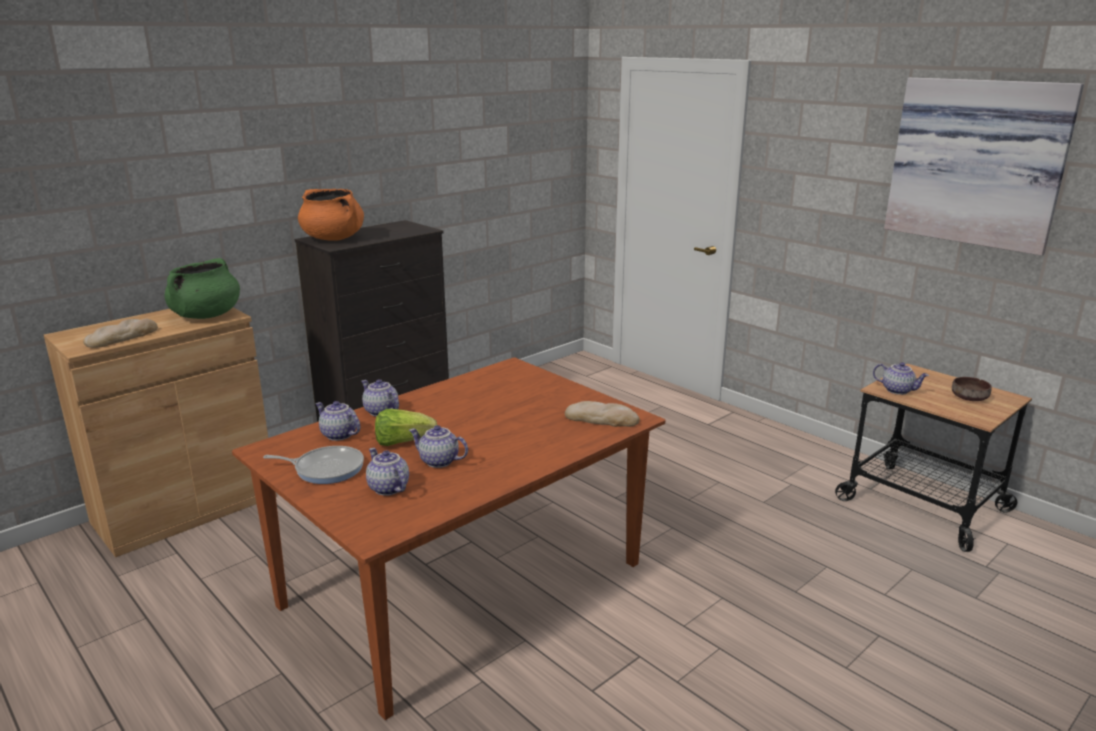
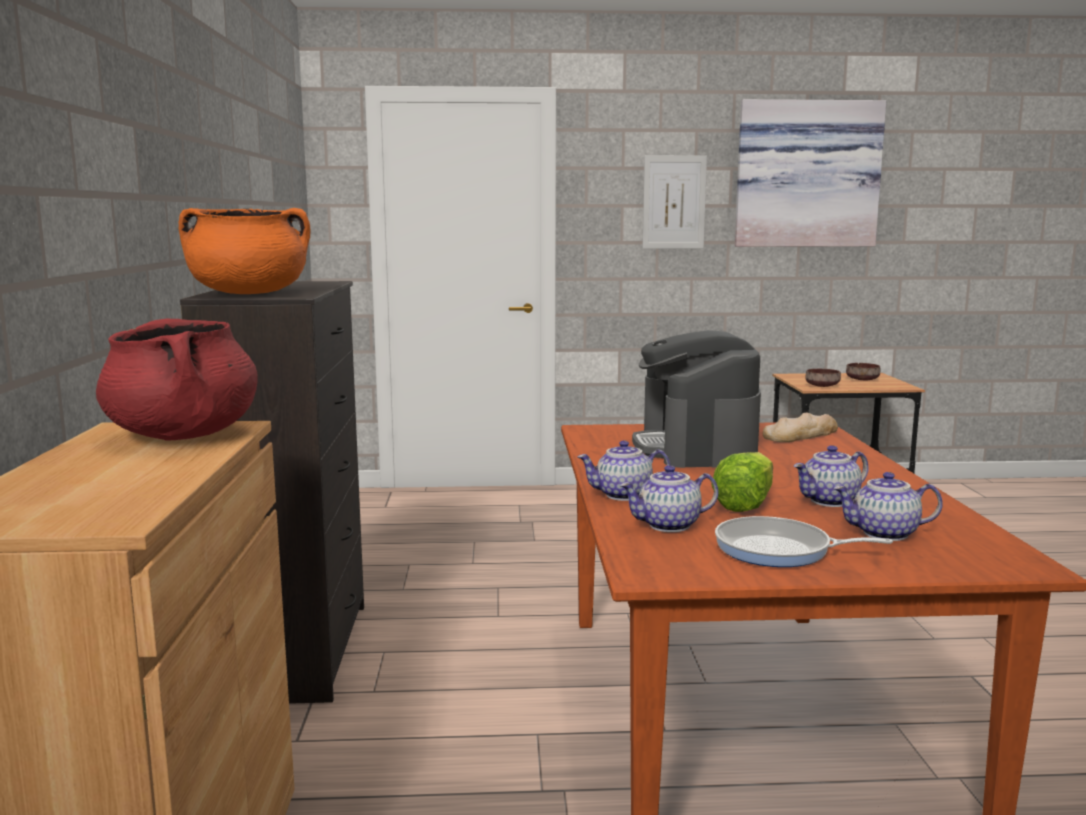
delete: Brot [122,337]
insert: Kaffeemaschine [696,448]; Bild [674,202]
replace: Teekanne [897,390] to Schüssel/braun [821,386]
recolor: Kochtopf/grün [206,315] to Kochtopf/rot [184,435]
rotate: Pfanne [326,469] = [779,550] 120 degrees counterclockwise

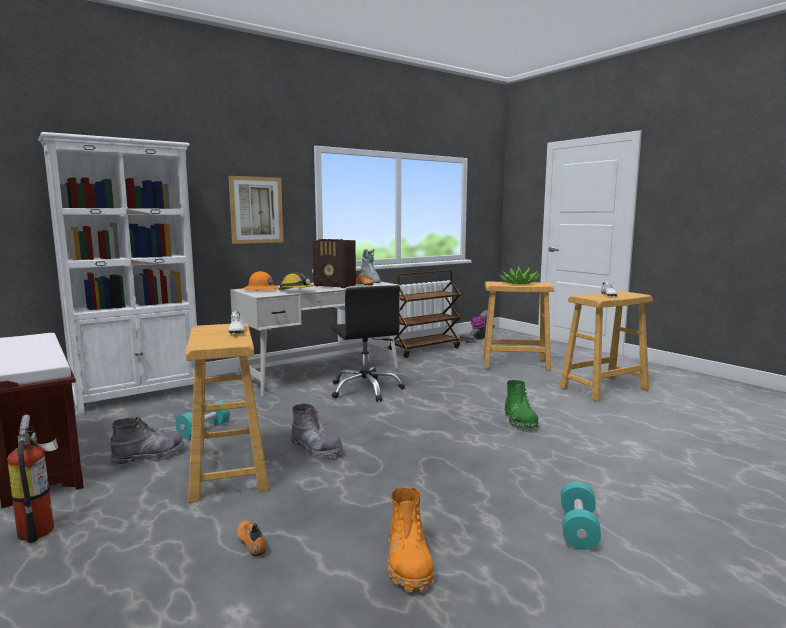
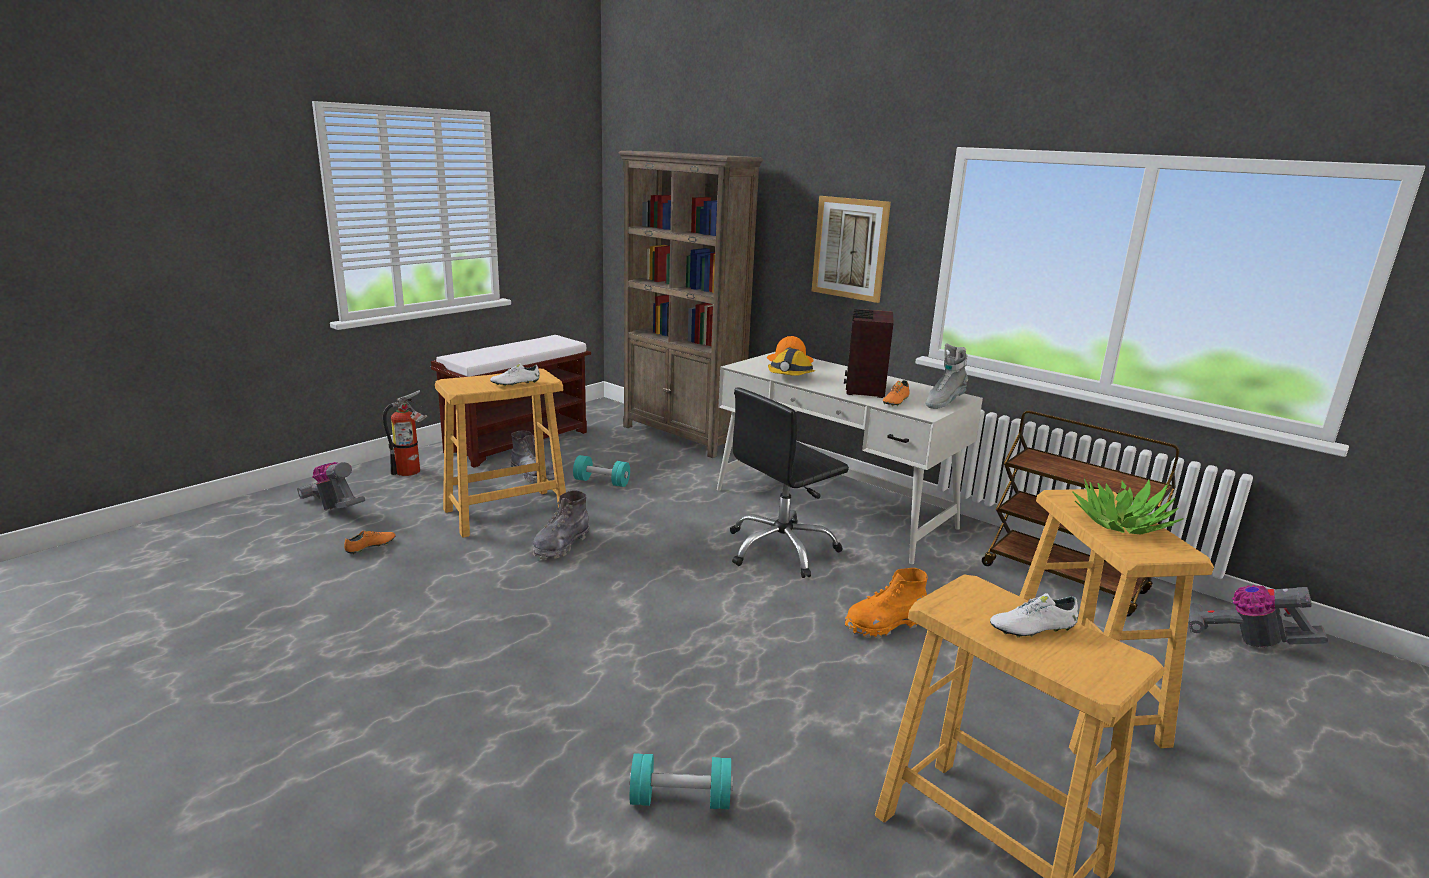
delete: Stiefel/grün [520,421]
insert: Staubsauger [335,508]
move: Hantel/türkis [578,529] to [680,799]; Stiefel/orange [409,563] to [884,625]
recolor: Bücherregal/weiß [139,396] to Bücherregal/braun [682,436]

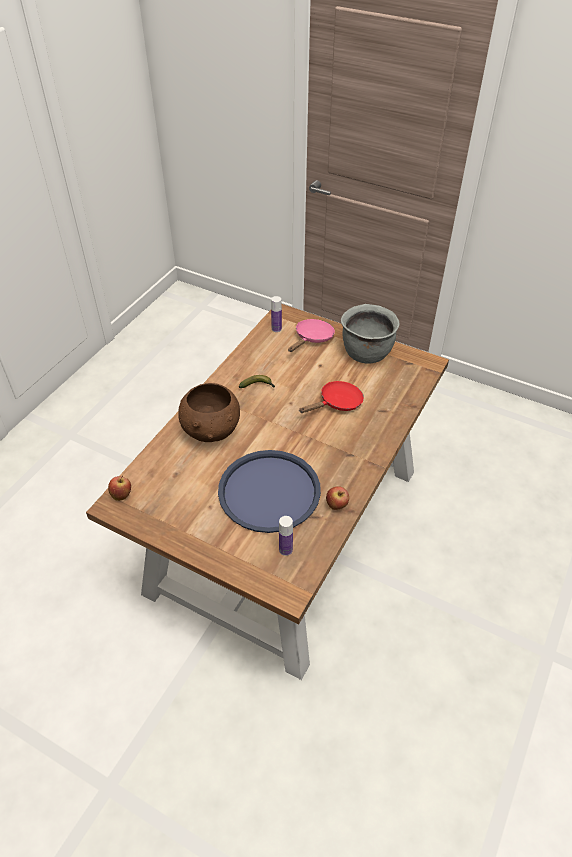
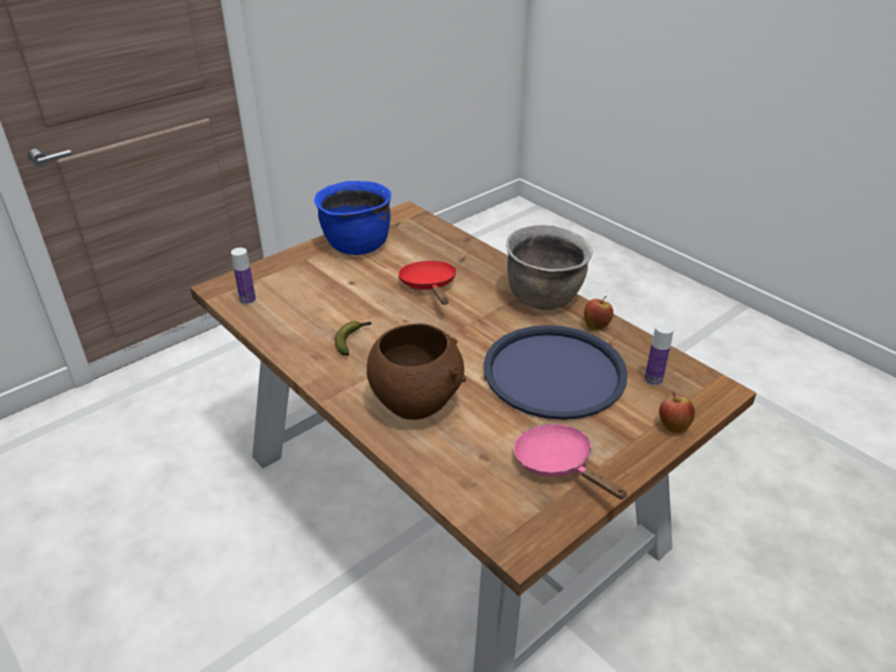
insert: Kochtopf/braun [544,298]
move: Pfanne/rosa [312,338] to [558,464]; Apfel [122,495] to [673,426]
recolor: Kochtopf/grau [366,353] to Kochtopf/blau [356,245]

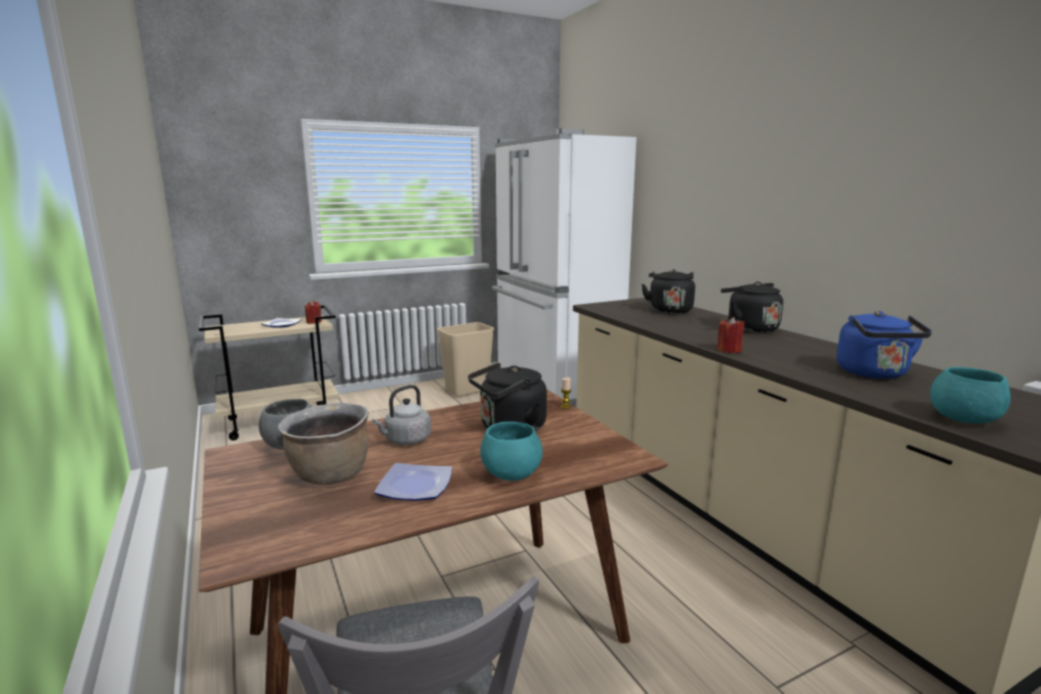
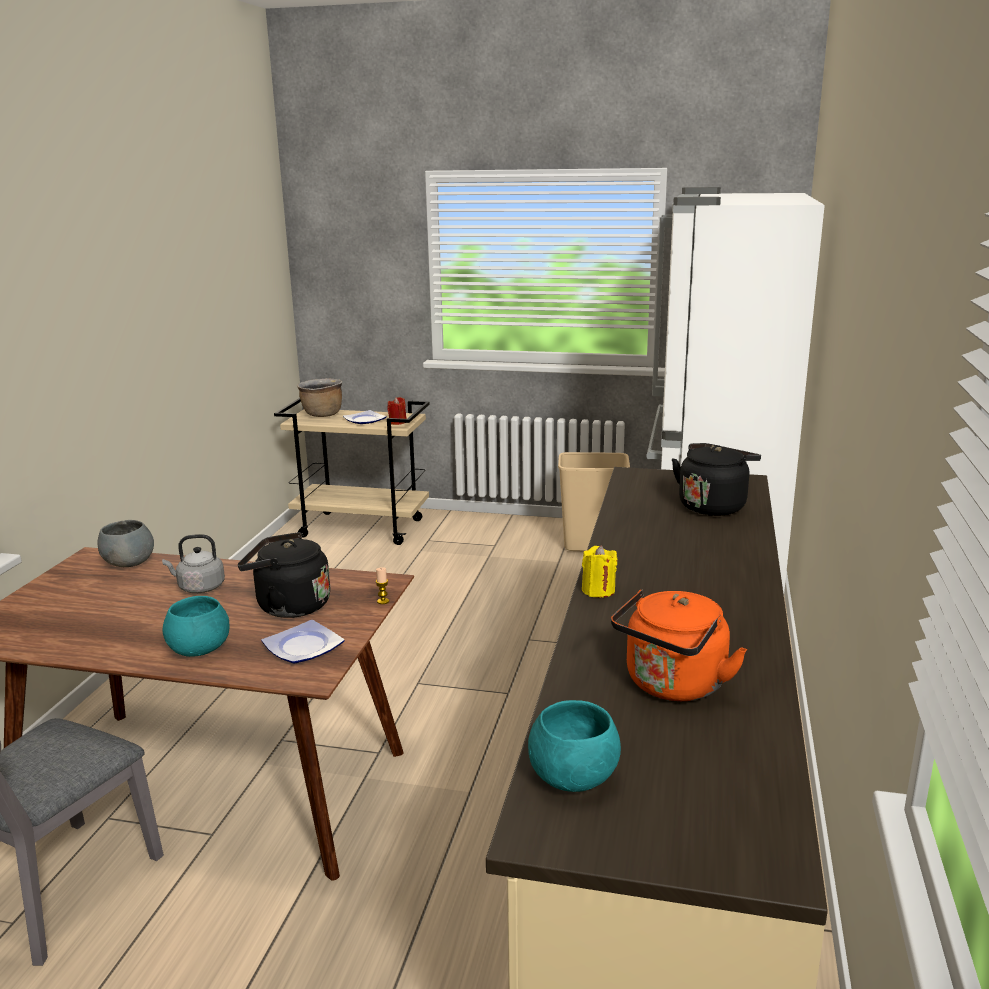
delete: Wasserkessel/schwarz [749,328]
move: Teller [414,486] to [304,646]; Kochtopf/braun [330,476] to [322,415]
recolor: Kerze/rot [729,350] to Kerze/gelb [598,590]; Wasserkessel/blau [874,374] to Wasserkessel/orange [672,686]

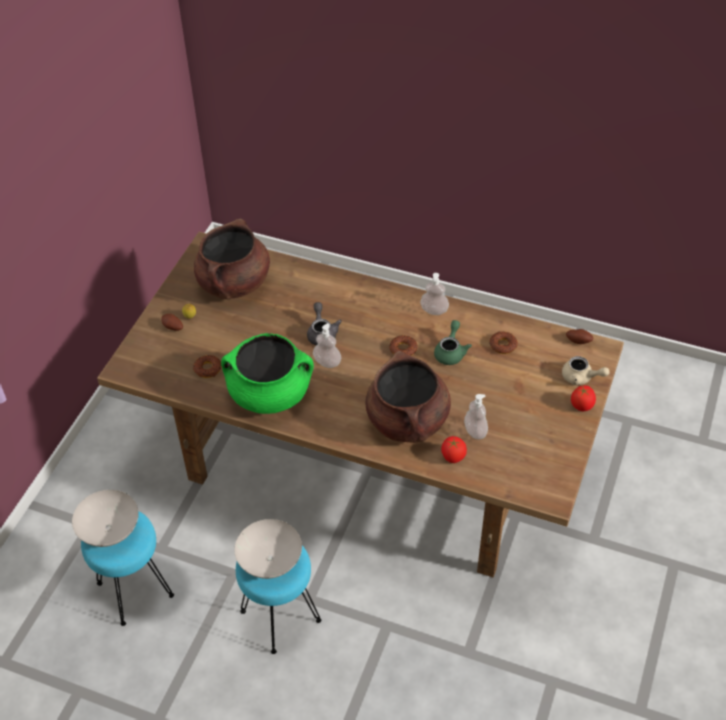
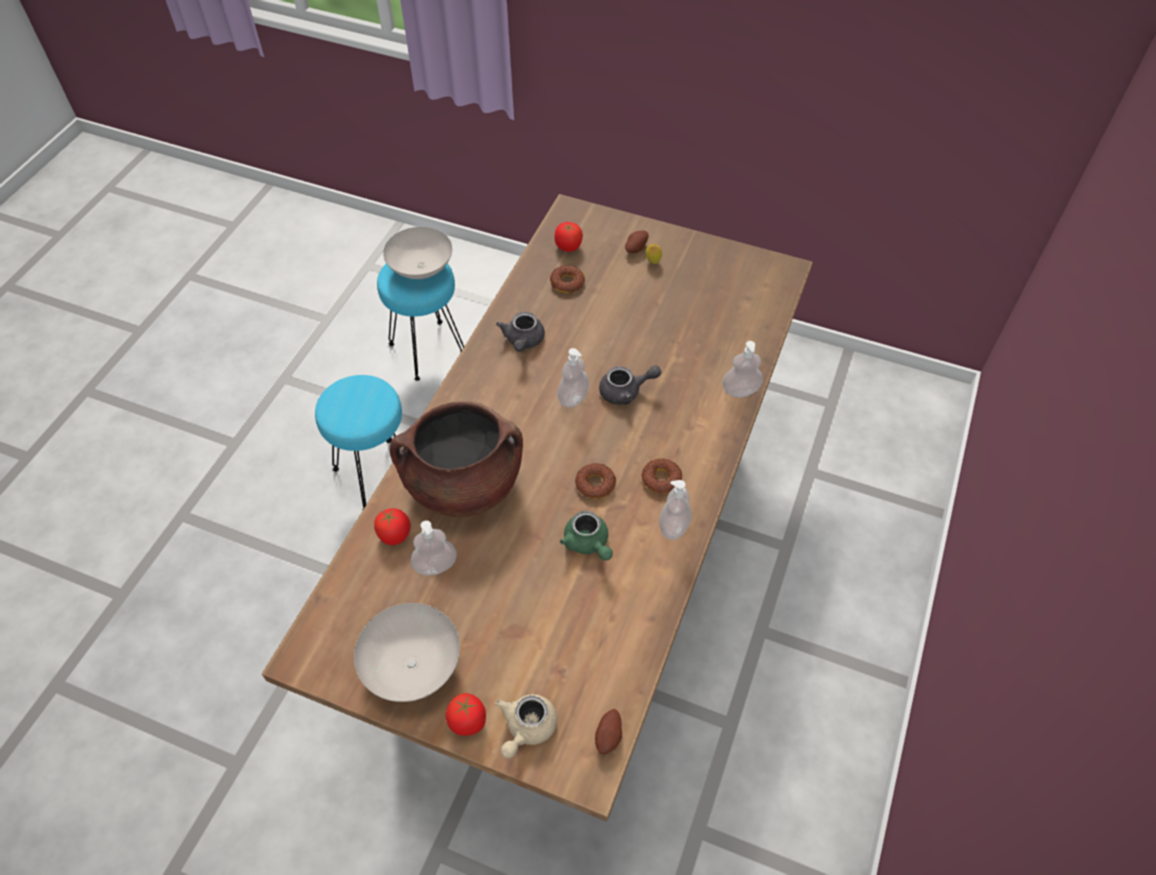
delete: Kochtopf/braun [234,283]
insert: Tomate [568,247]; Seifenspender [740,390]
move: Schüssel/weiß [270,559] to [414,666]; Donut [503,345] to [661,479]
replace: Kochtopf/grün [270,394] to Teekanne/grau [523,341]
rotate: Teekanne/grün [451,352] = [588,544] 45 degrees clockwise

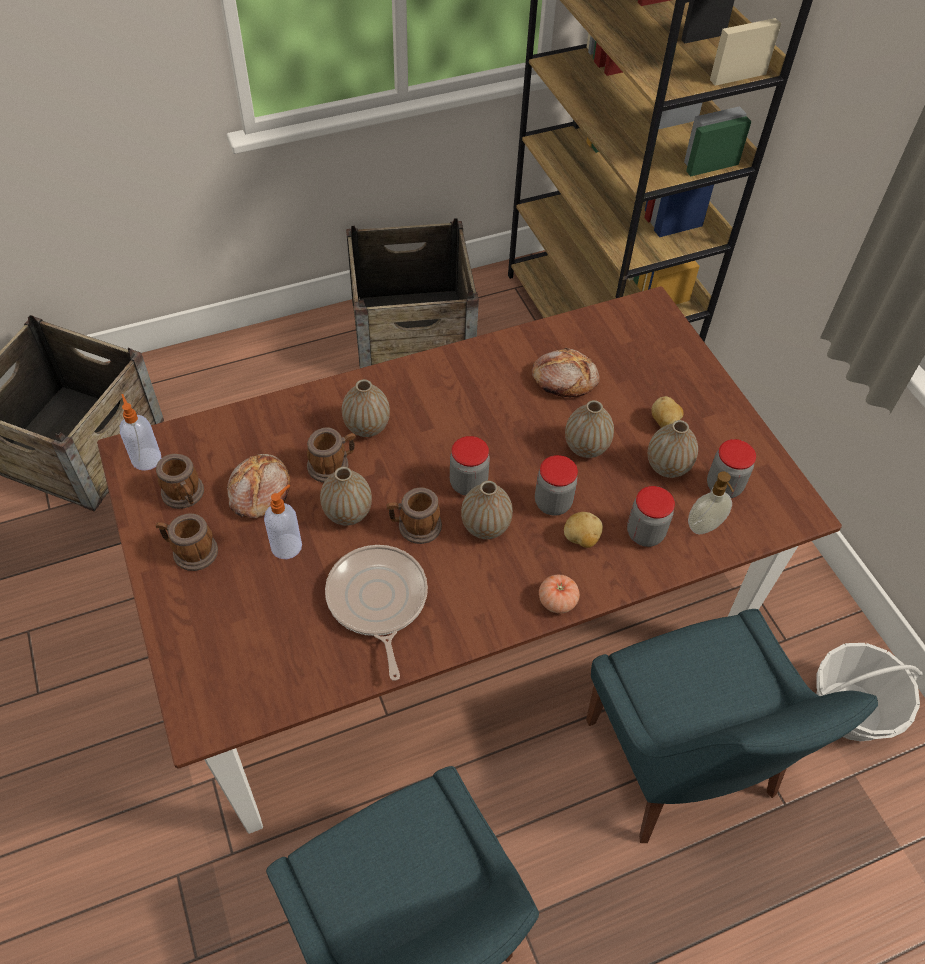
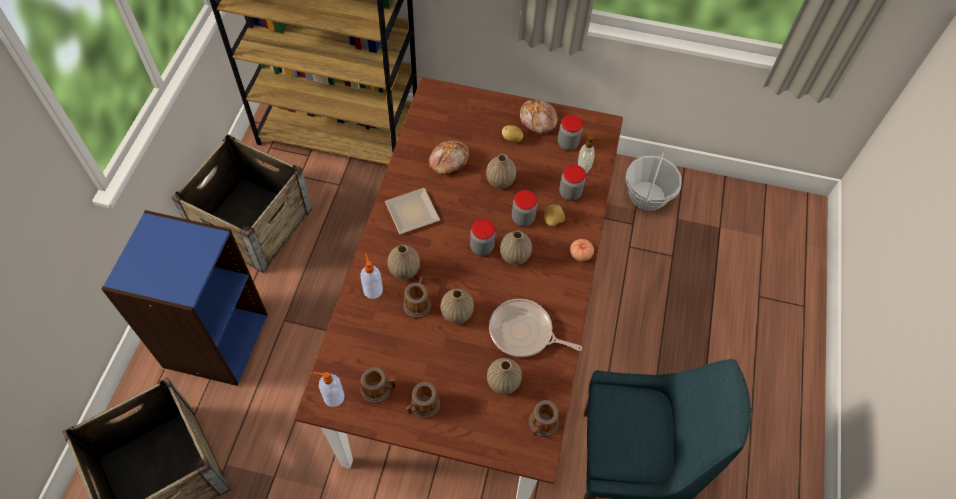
delete: Stuhl/blau [683,764]
insert: Bücherregal/blau [215,340]; Teller [411,214]
move: Seifenspender [287,545] to [373,289]; Vase [667,467] to [503,383]; Brot [259,492] to [537,121]; Henkelbecher [414,526] to [541,425]

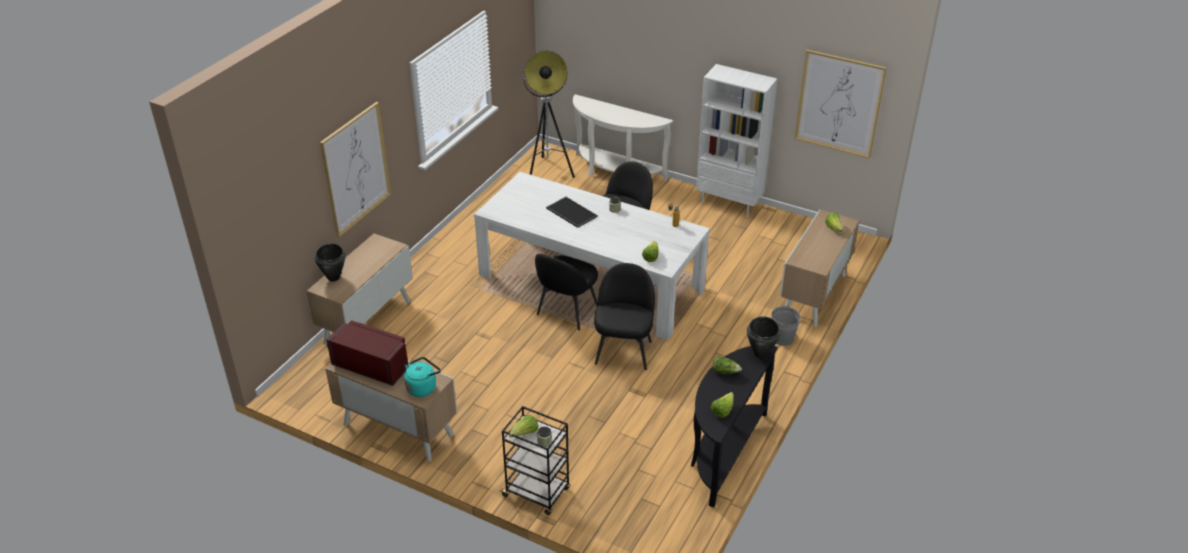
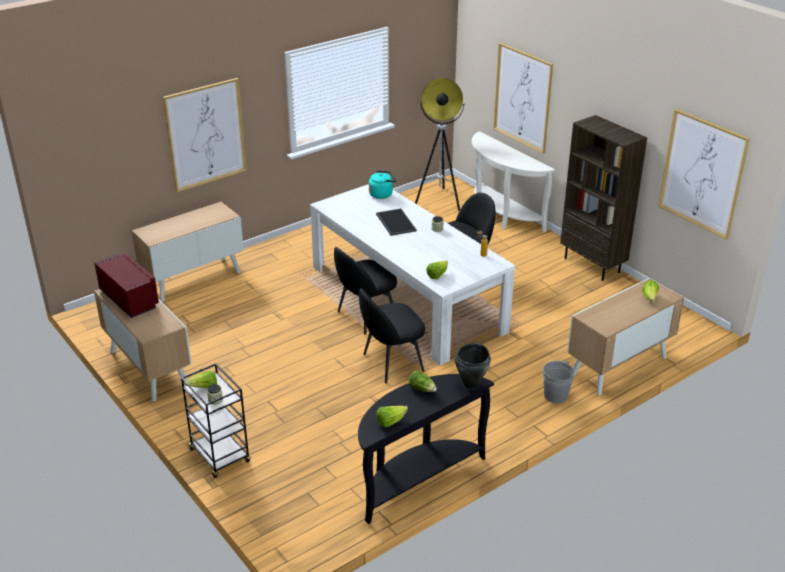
delete: Kochtopf/schwarz [334,277]
insert: Bild [522,97]
move: Wasserkessel/türkis [422,387] to [382,194]
recolor: Bücherregal/weiß [729,203] to Bücherregal/braun [592,265]
rotate: Stuhl/schwarz [624,351] = [391,363] 150 degrees counterclockwise

